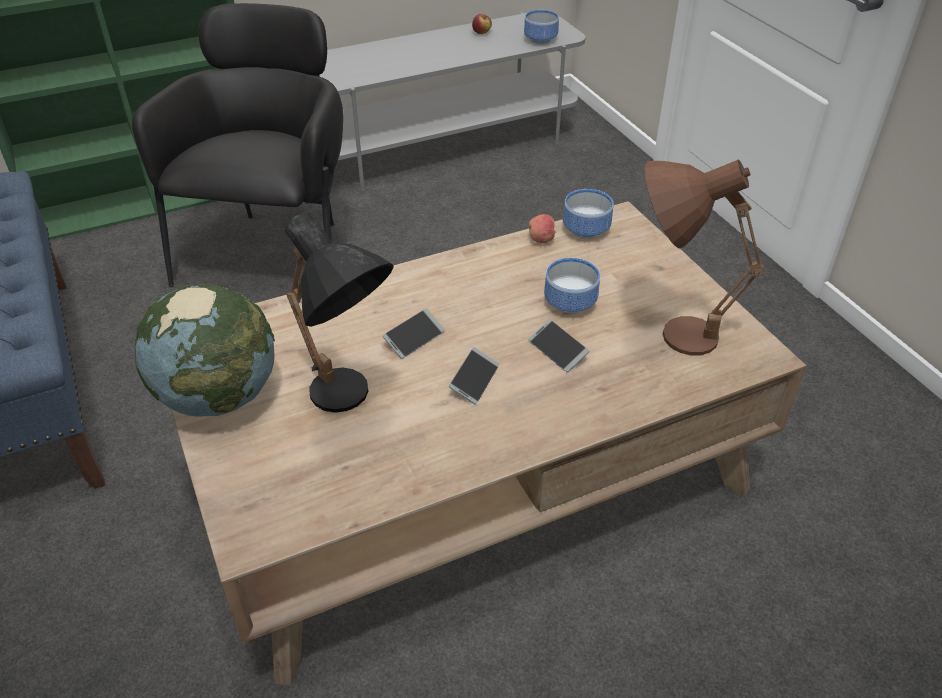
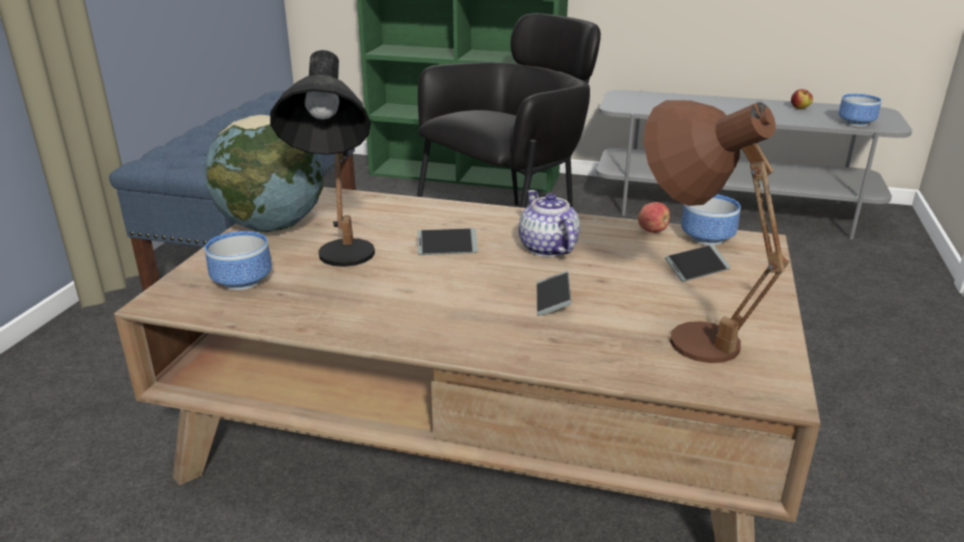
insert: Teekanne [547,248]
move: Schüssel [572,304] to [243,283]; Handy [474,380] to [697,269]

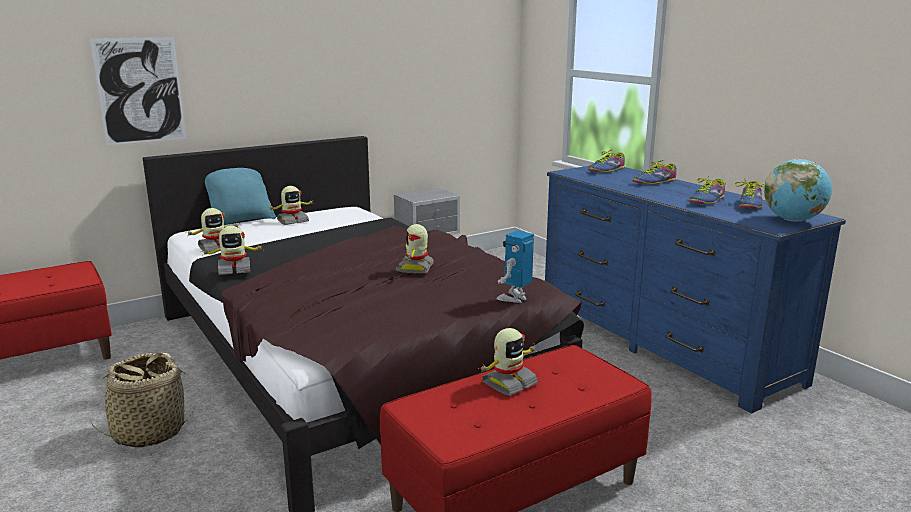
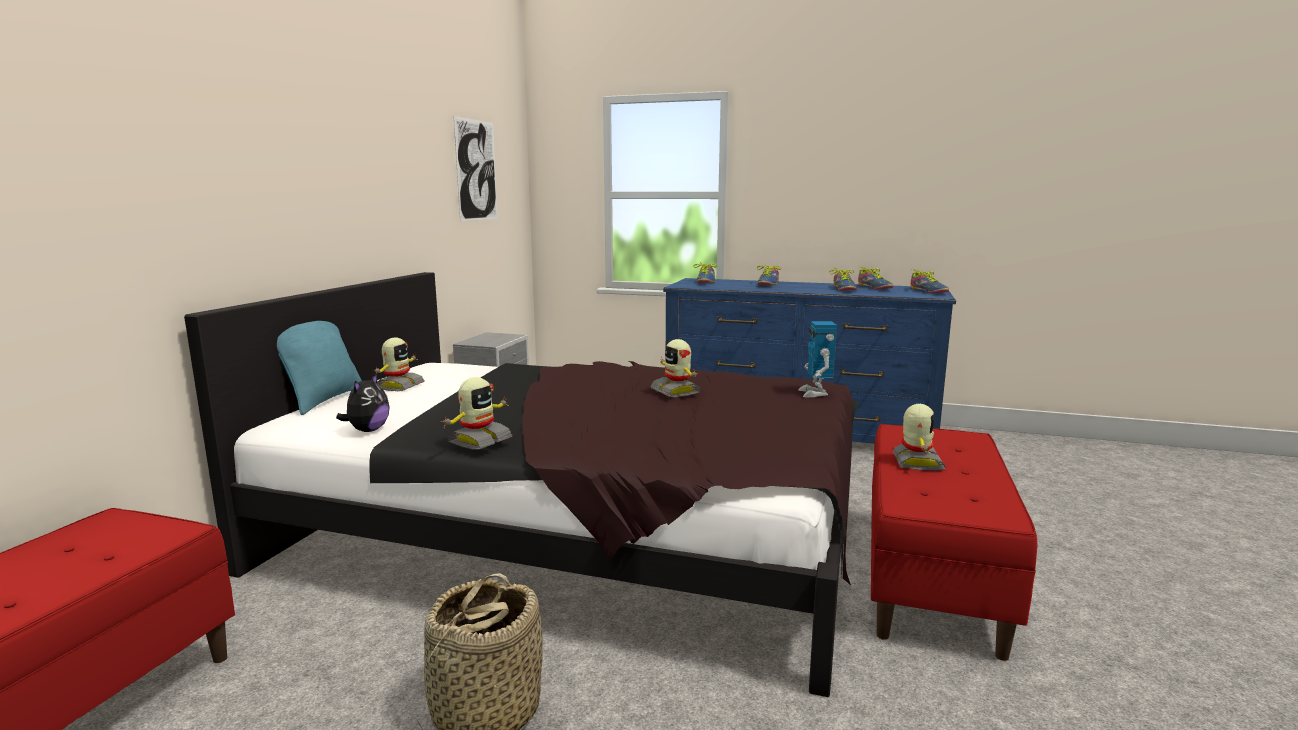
move: Bild [140,91] to [476,170]
replace: Spielzeugroboter [215,247] to Plüschtier [367,430]; Globus [792,220] to Schuh [928,291]

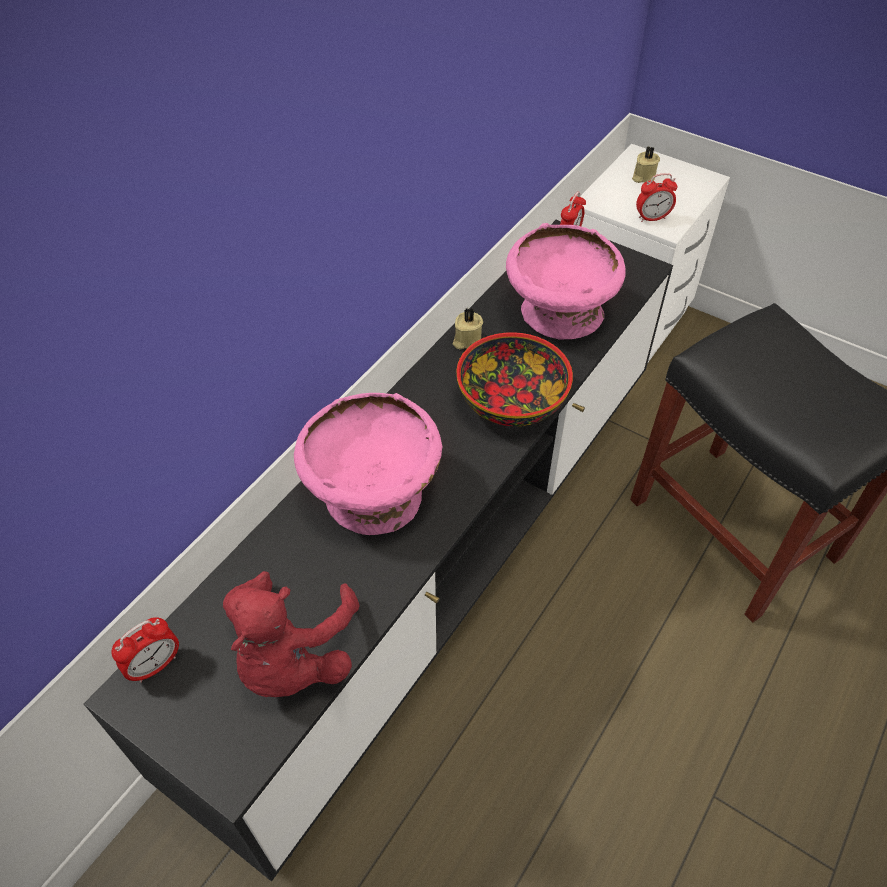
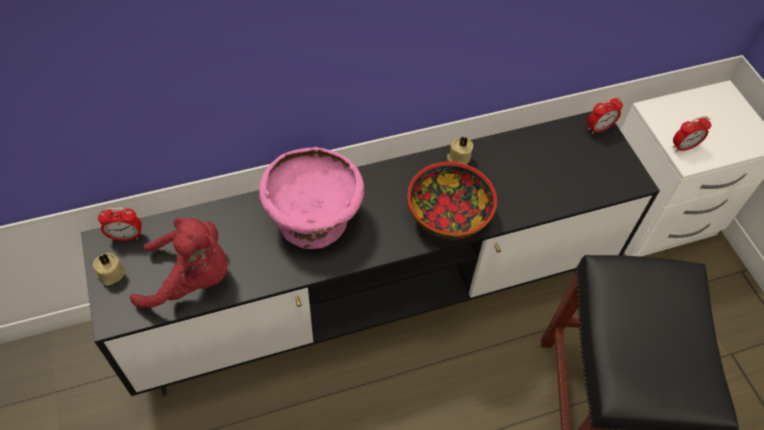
delete: Schüssel/rosa [558,312]
move: Kerze/beige [643,177] to [110,273]
rotate: Plüschtier/rot [292,656] = [191,279] 135 degrees counterclockwise; Wecker [652,218] = [684,147] 45 degrees counterclockwise

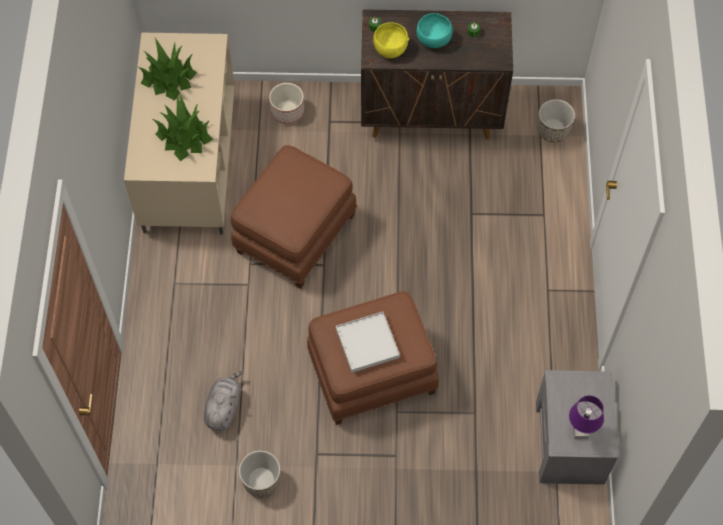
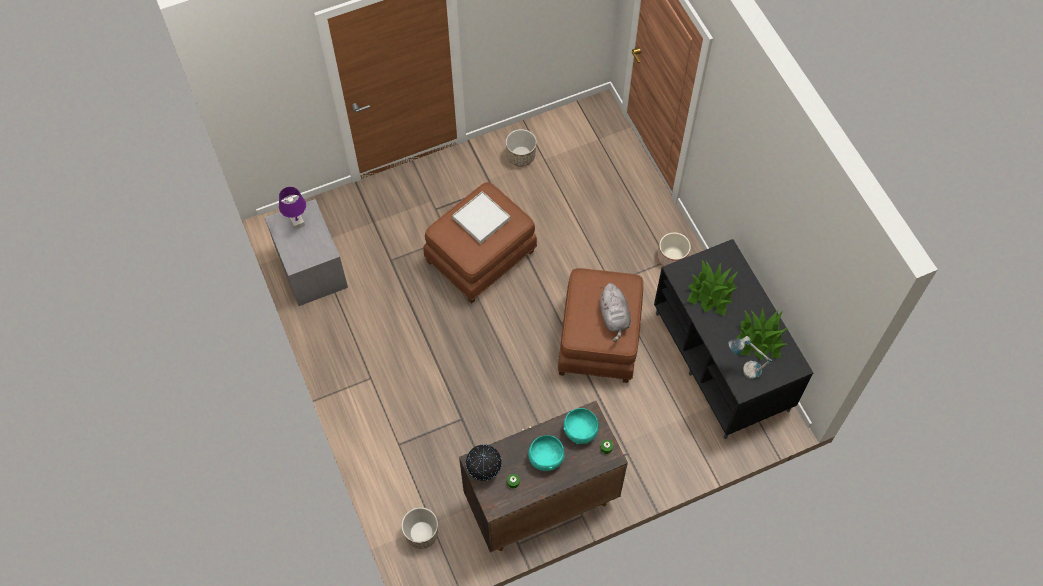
insert: Globus [484,470]; Tischlampe [743,368]
move: Plüschtier/grau [223,407] to [614,317]; Pflanzkübel [287,112] to [672,257]
recolor: Schüssel/gelb [390,49] to Schüssel/türkis [580,430]; Fernsehschrank/beige [188,162] to Fernsehschrank/schwarz [723,362]

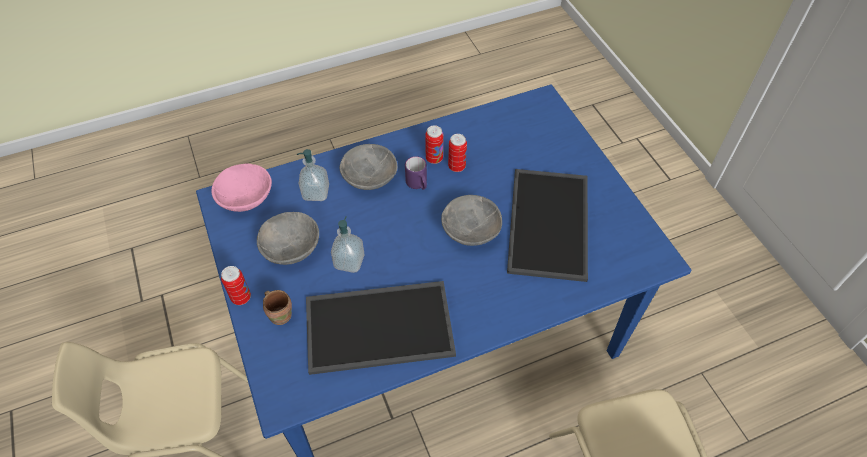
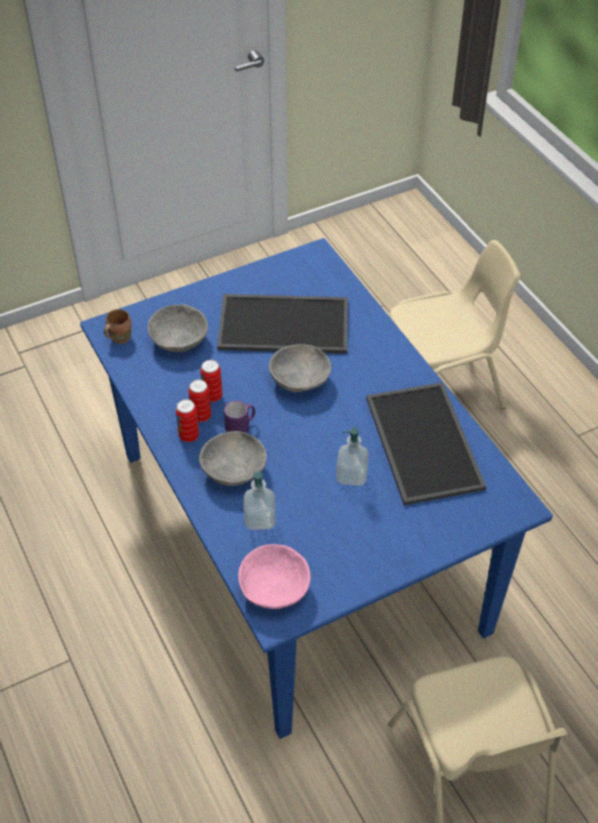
move: Henkelbecher/braun [281,314] to [119,337]; Schüssel/grau [292,248] to [178,340]; Dose [241,297] to [189,436]

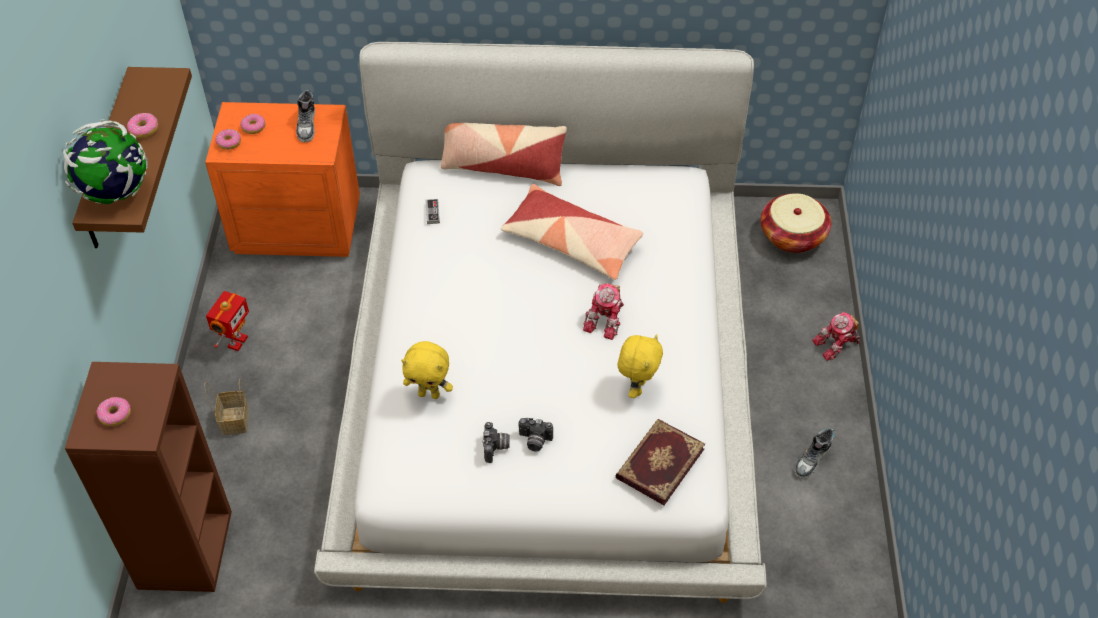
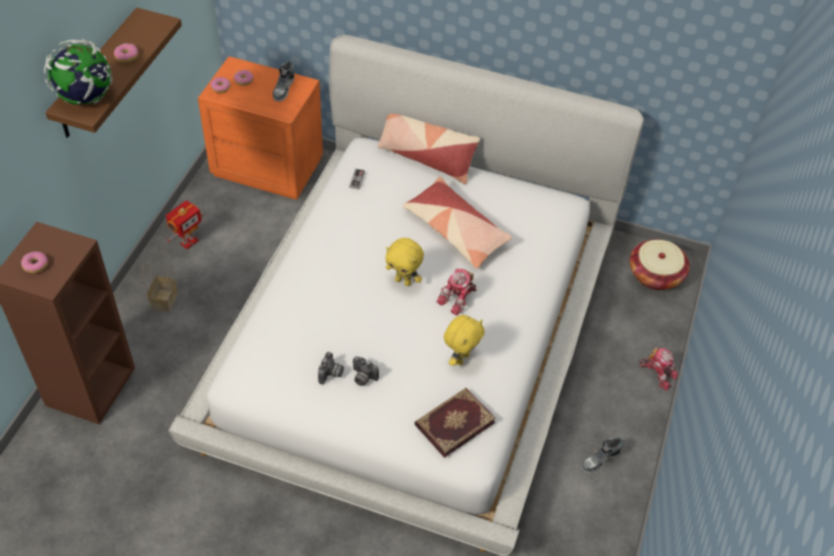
move: Plüschtier/gelb [429,394] to [403,281]
rotate: Spielzeugroboter [837,345] = [658,373] 135 degrees counterclockwise

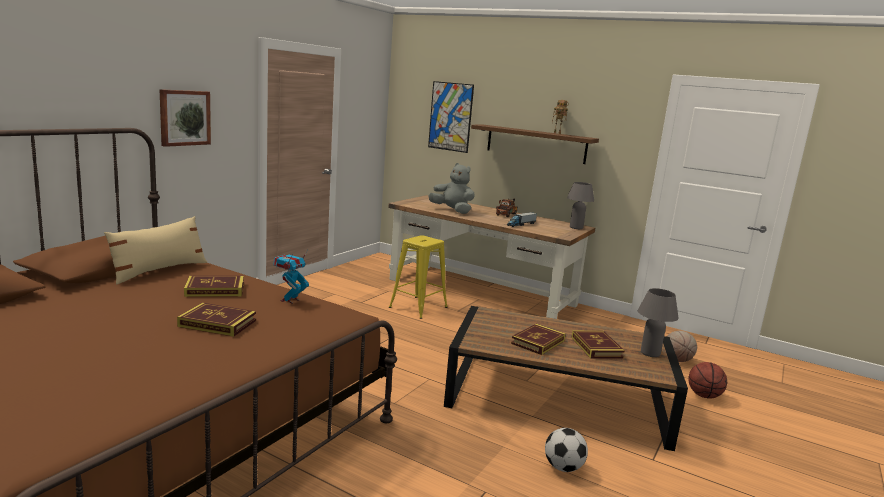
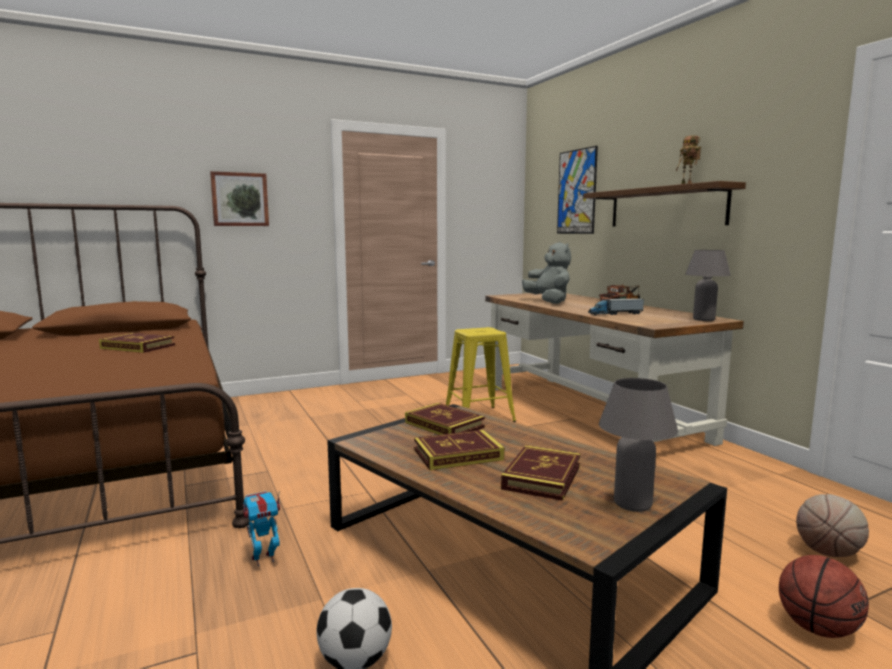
delete: Kissen/beige [159,271]
move: Spielzeugroboter [290,300] to [264,559]; Buch [217,323] to [444,425]

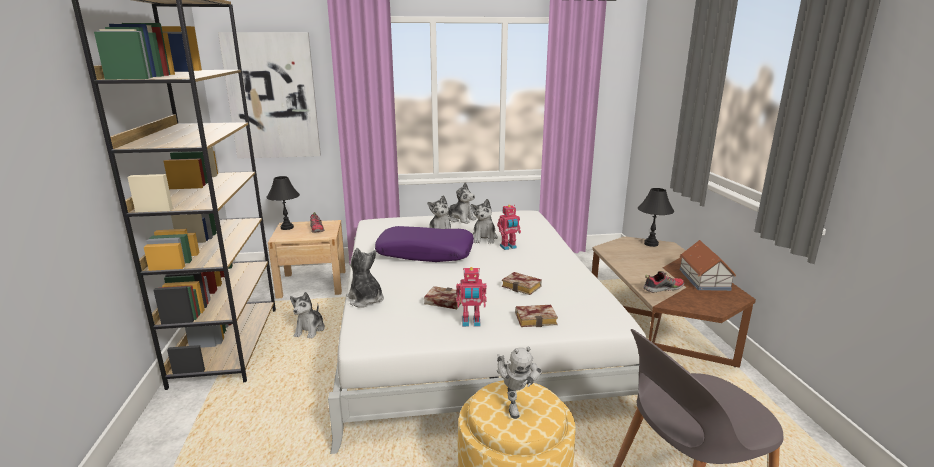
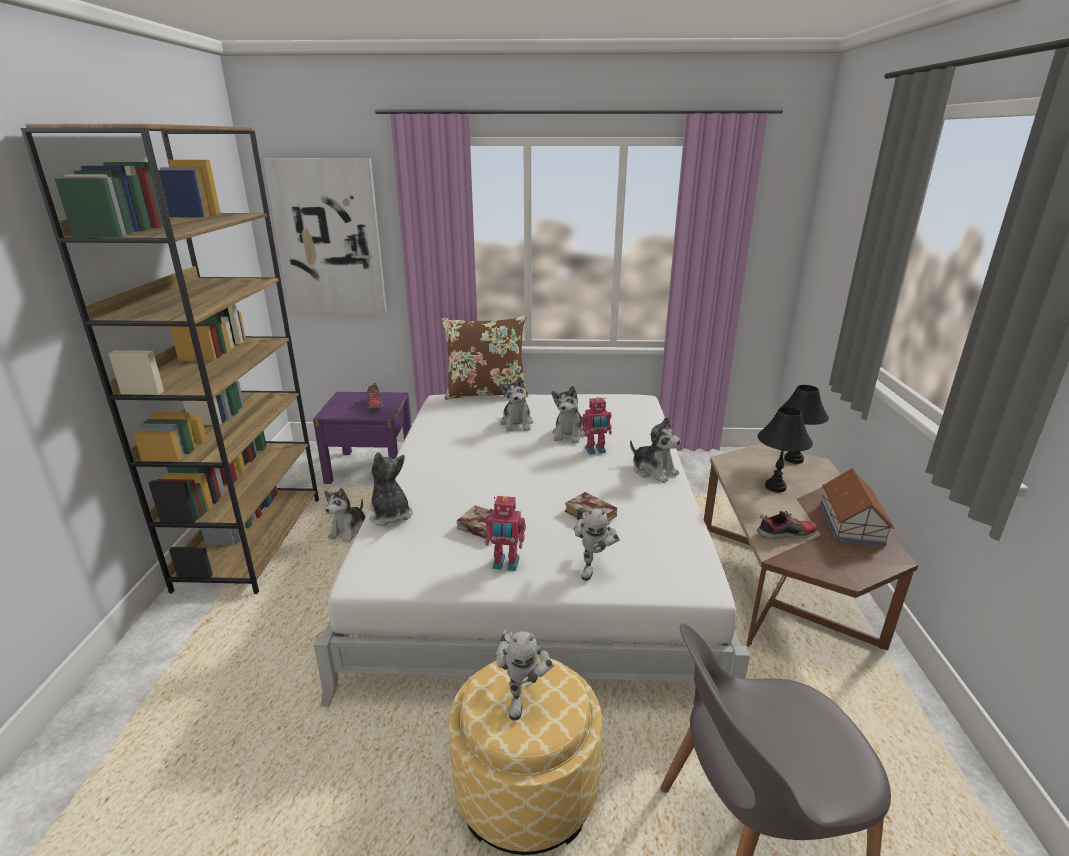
delete: Kissen/lila [425,253]
insert: Kissen/braun [486,393]
move: Plüschtier [461,219] to [654,471]; Tischlampe/schwarz [287,227] to [775,487]
replace: Buch [537,319] to Spielzeugroboter [593,567]
recolor: Nachttisch/beige [312,284] to Nachttisch/lila [370,467]

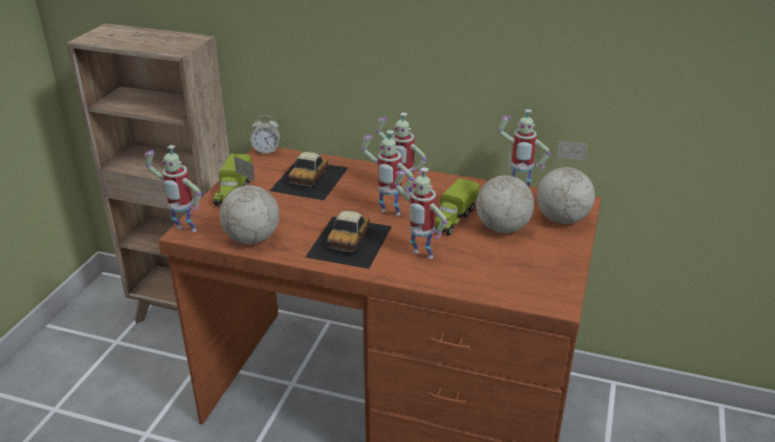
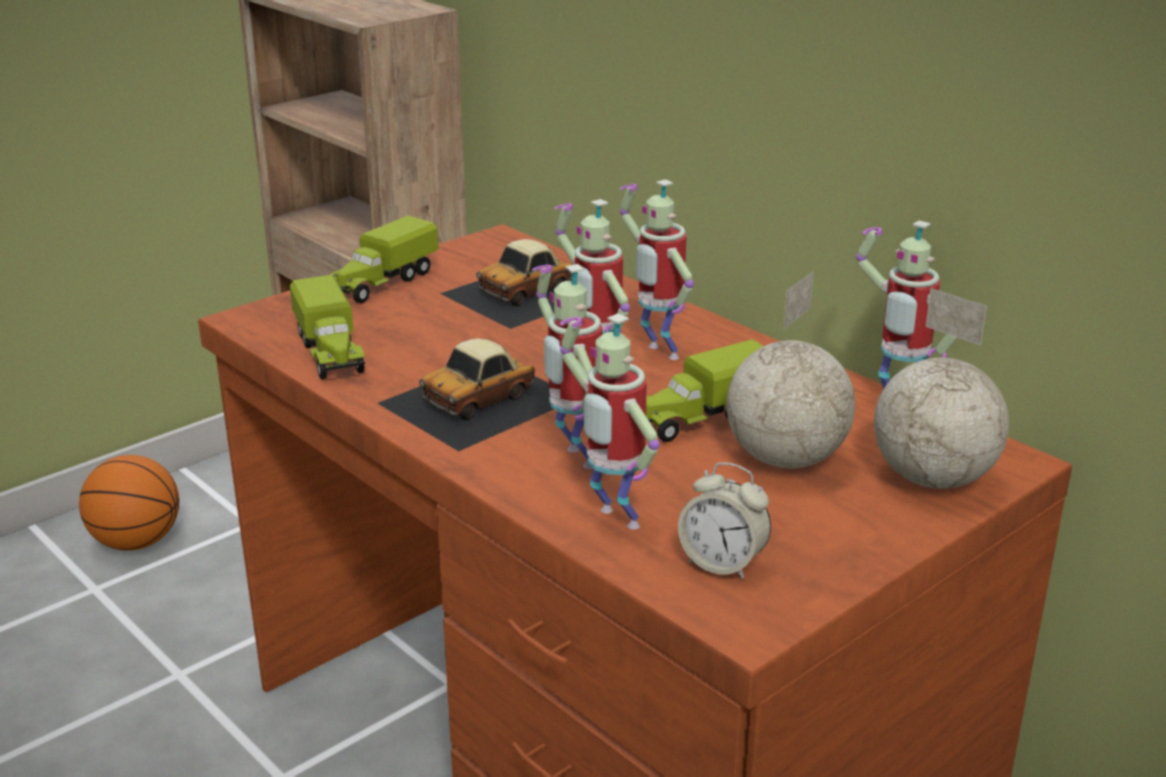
insert: Basketball [136,542]
move: Spielzeugroboter [184,230] to [613,520]; Wecker [266,151] to [722,563]
replace: Globus [252,238] to Spielzeuglaster [330,353]

